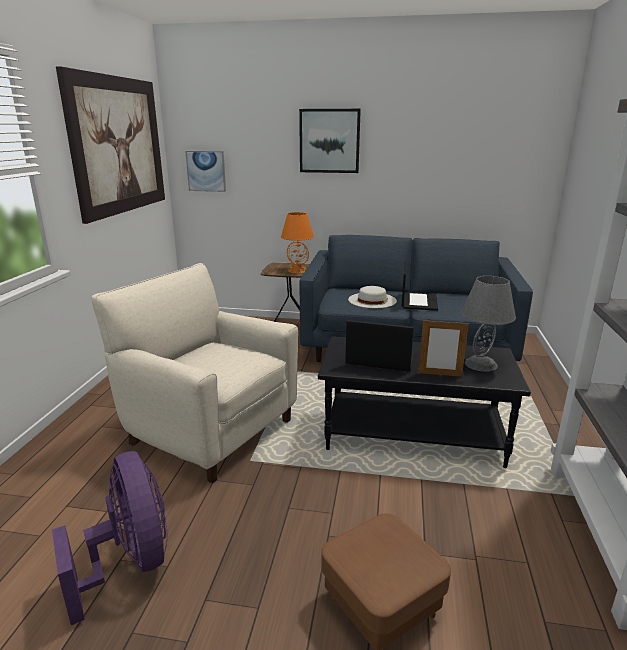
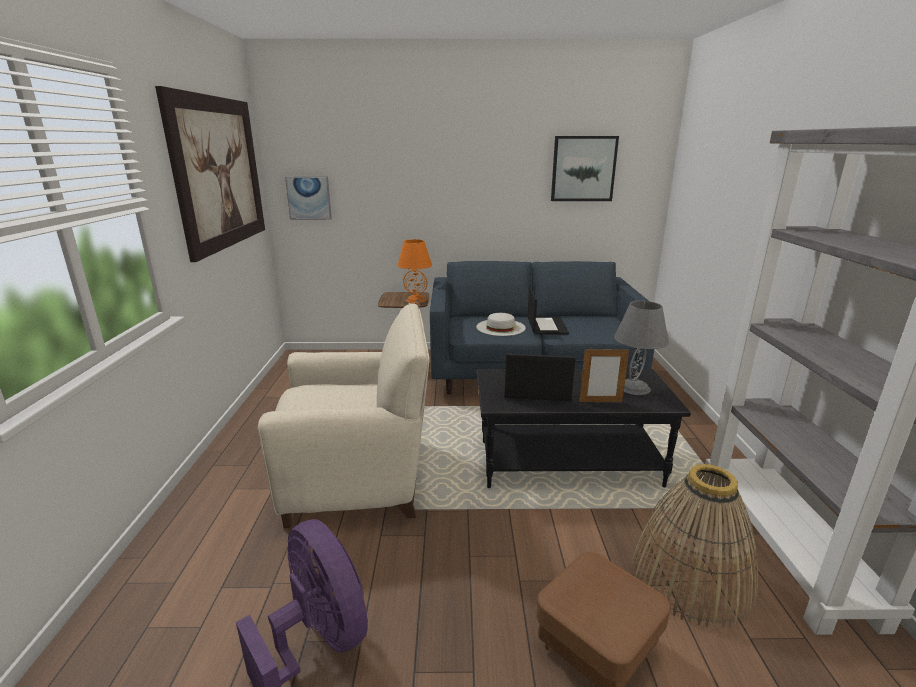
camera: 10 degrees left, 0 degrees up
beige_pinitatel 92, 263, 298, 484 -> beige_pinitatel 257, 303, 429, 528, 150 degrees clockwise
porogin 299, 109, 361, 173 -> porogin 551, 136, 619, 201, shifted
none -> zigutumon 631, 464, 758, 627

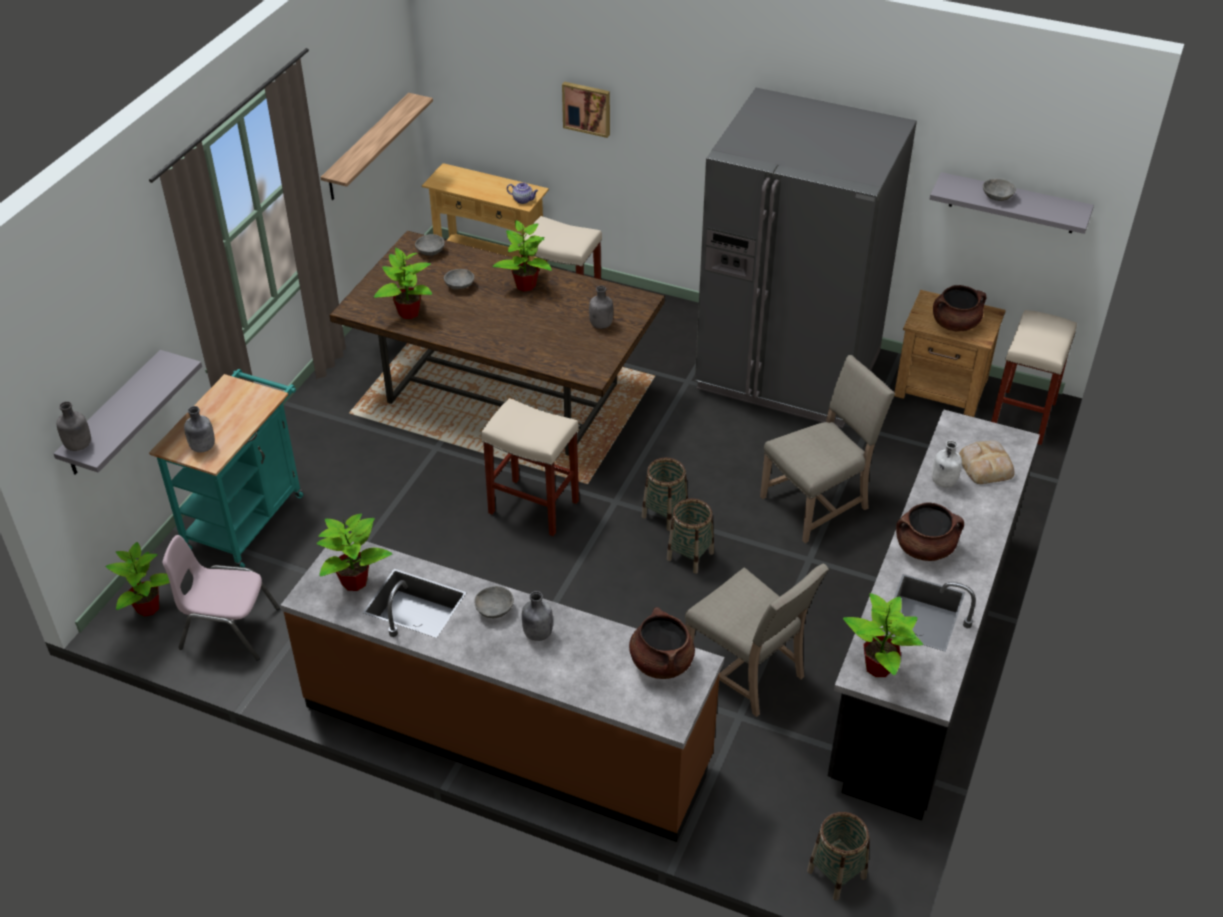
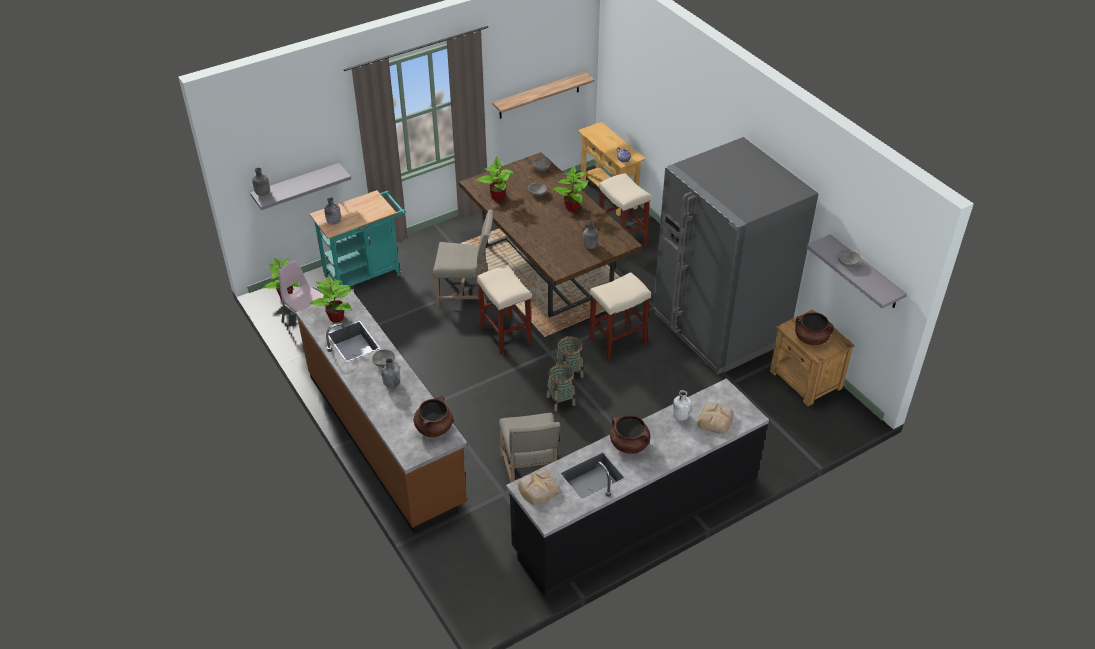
camera: 35 degrees right, 0 degrees up
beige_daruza 760, 355, 895, 543 -> beige_daruza 433, 209, 494, 306, shifted
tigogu 843, 593, 923, 677 -> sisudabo 518, 470, 561, 505
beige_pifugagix 991, 310, 1077, 445 -> beige_pifugagix 589, 272, 651, 360, shifted
porogin 562, 82, 610, 138 -> none
zigutumon 807, 812, 870, 901 -> none

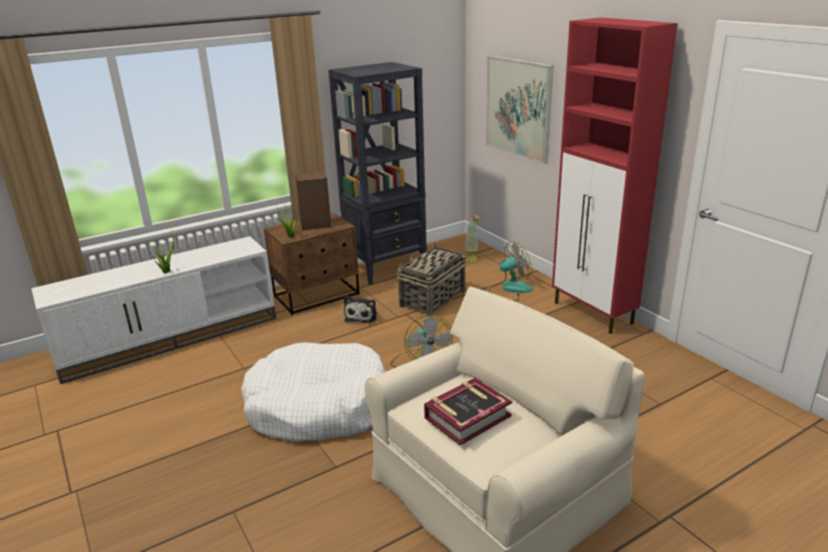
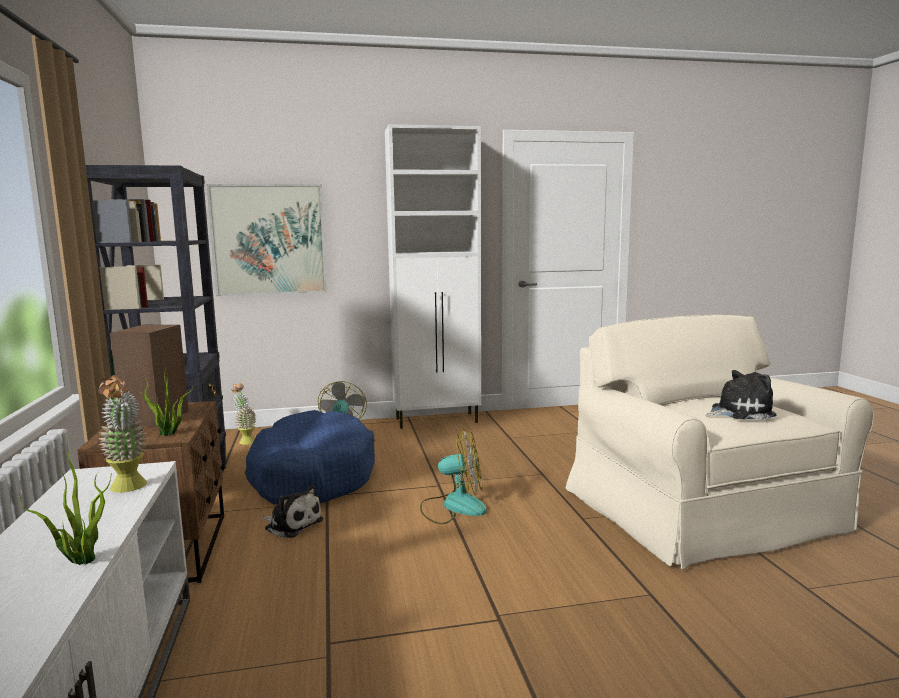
camera: 70 degrees left, 15 degrees down
none -> tigogu 98, 375, 147, 493
zigutumon 397, 243, 467, 317 -> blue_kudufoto 245, 410, 375, 505
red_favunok 552, 18, 678, 334 -> white_favunok 385, 124, 481, 429
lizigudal 424, 378, 512, 445 -> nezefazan 705, 370, 777, 420
white_kudufoto 241, 342, 385, 442 -> none

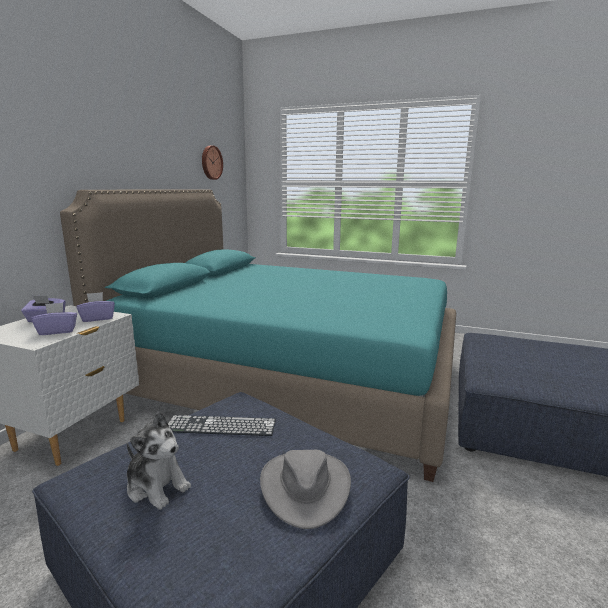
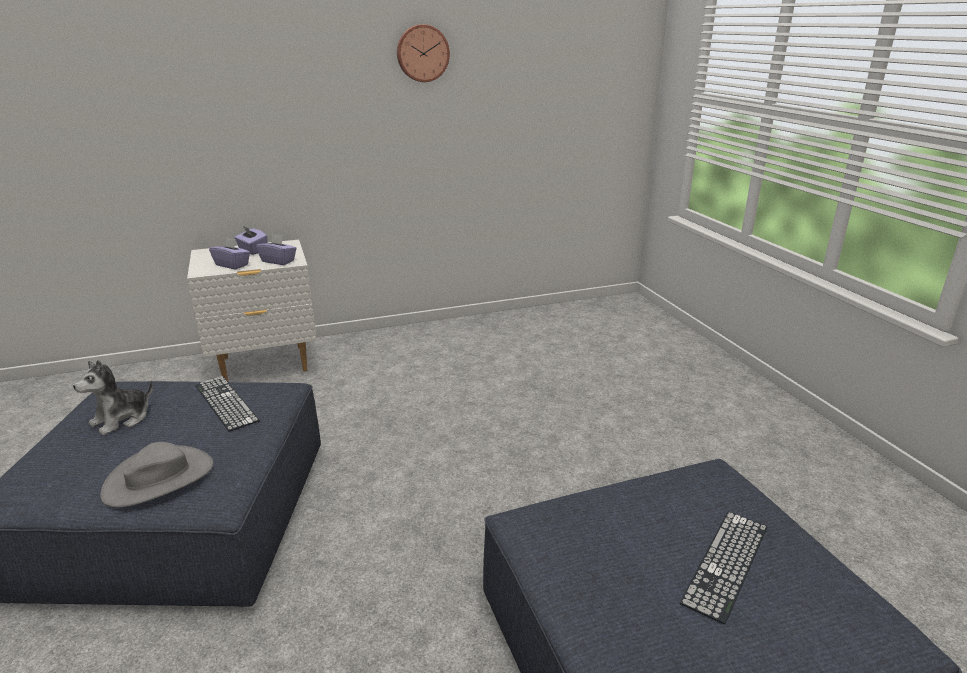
camera: 50 degrees right, 10 degrees up
nezefazan 127, 412, 191, 510 -> nezefazan 73, 360, 153, 435, 45 degrees clockwise
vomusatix 202, 146, 223, 180 -> vomusatix 397, 24, 450, 82, shifted
none -> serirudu 680, 512, 767, 624
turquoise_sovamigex 60, 189, 456, 482 -> none

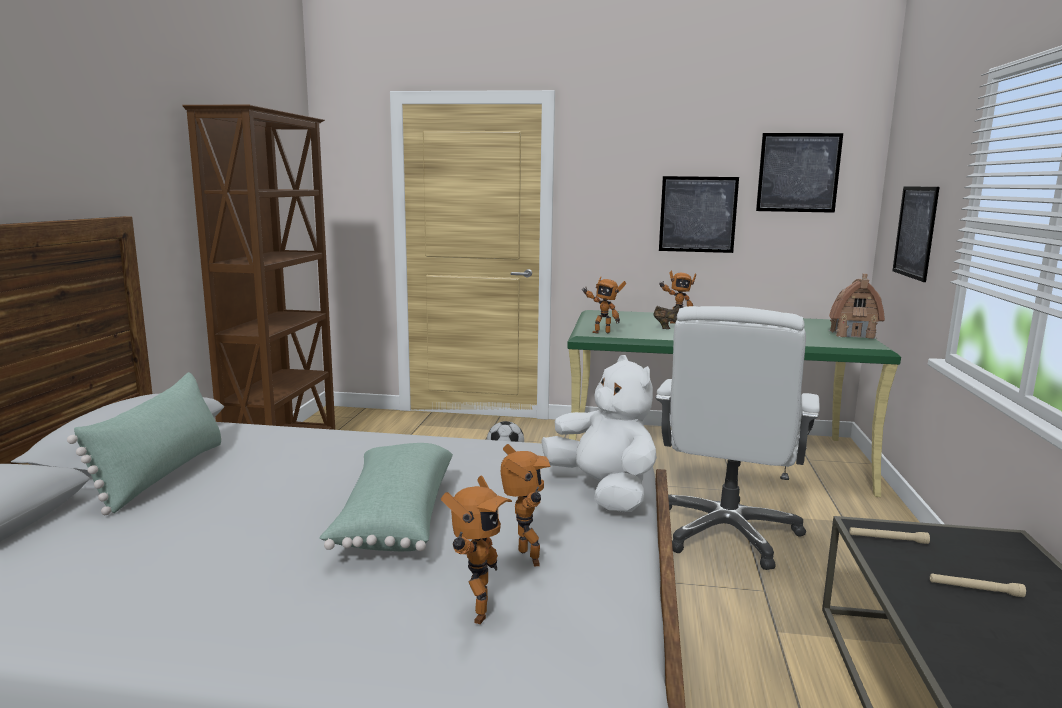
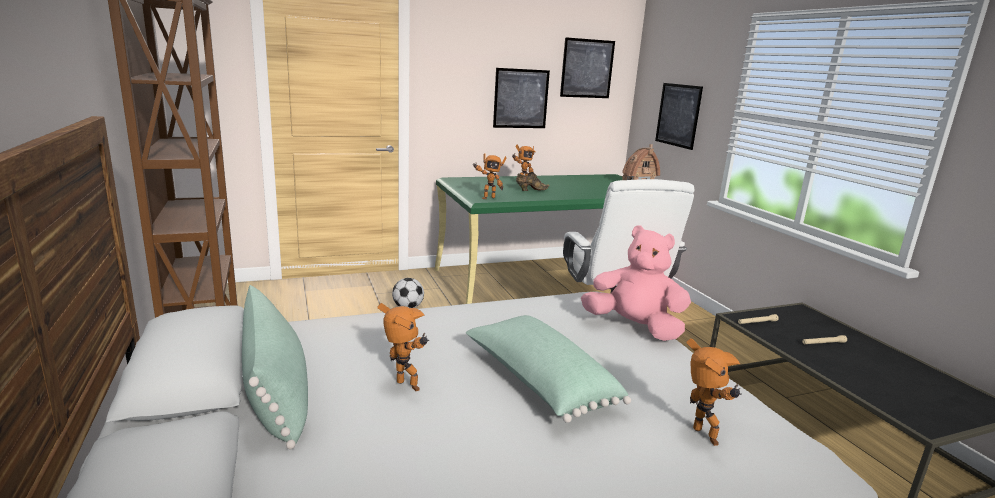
camera: 30 degrees left, 5 degrees up
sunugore 501, 444, 550, 567 -> sunugore 377, 303, 429, 391, shifted
white_nezefazan 541, 355, 657, 512 -> pink_nezefazan 581, 226, 691, 341

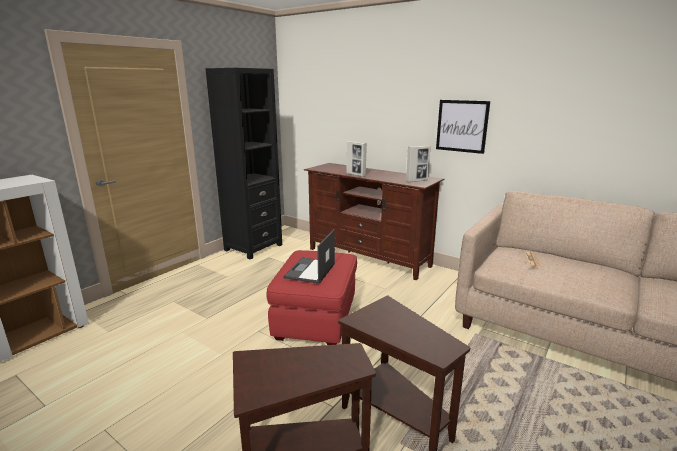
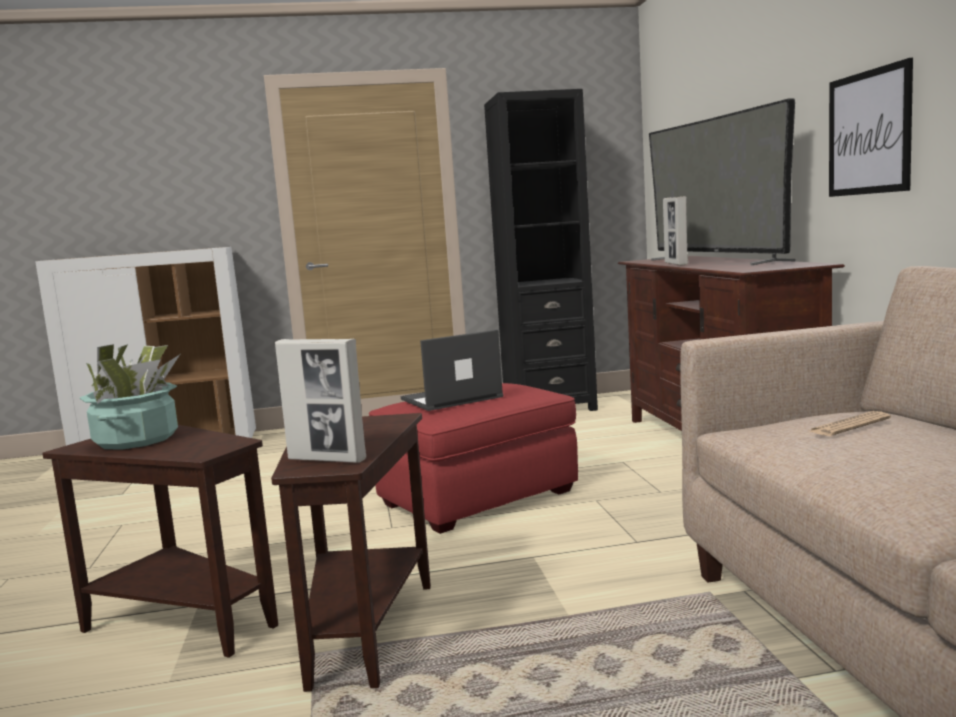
camera: 45 degrees right, 10 degrees down
none -> tigogu 80, 344, 180, 450
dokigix 406, 146, 431, 182 -> dokigix 275, 339, 366, 463, shifted
none -> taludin 649, 98, 795, 265

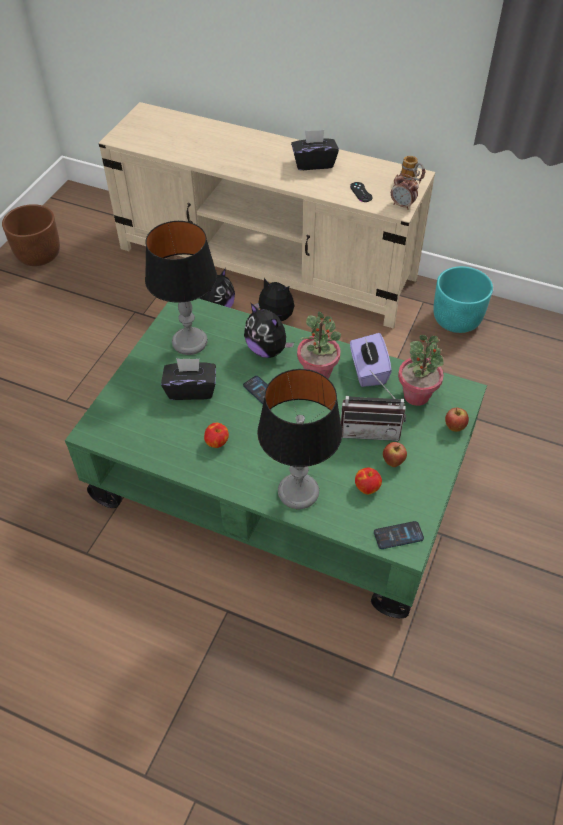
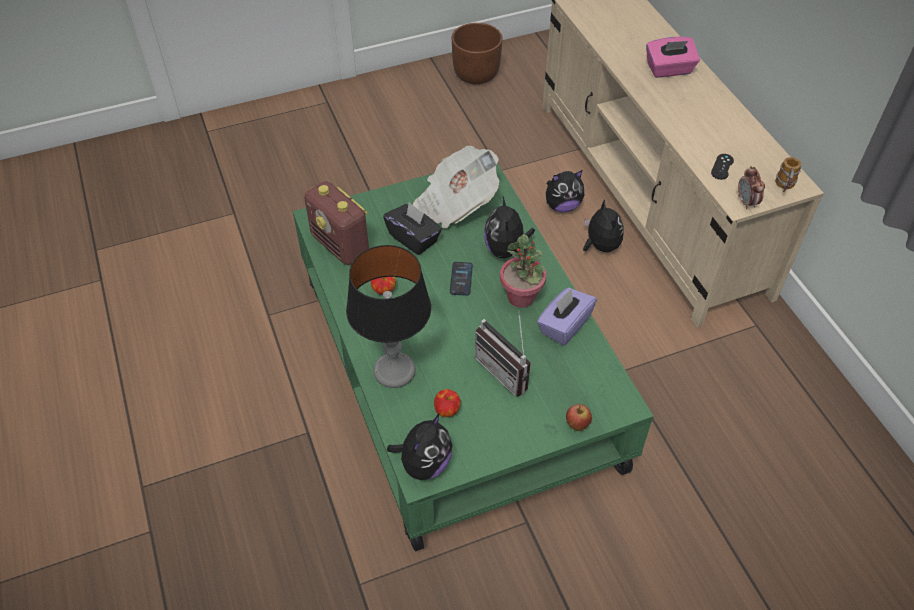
camera: 45 degrees right, 0 degrees up
none -> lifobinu 304, 181, 369, 265
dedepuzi 374, 521, 424, 549 -> nezefazan 387, 413, 452, 480
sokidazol 145, 221, 217, 355 -> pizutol 413, 145, 499, 229
none -> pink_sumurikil 646, 37, 700, 78
black_sumurikil 291, 130, 339, 170 -> none
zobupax 383, 442, 407, 467 -> none
tigogu 398, 335, 444, 406 -> none
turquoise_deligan 434, 266, 493, 333 -> none

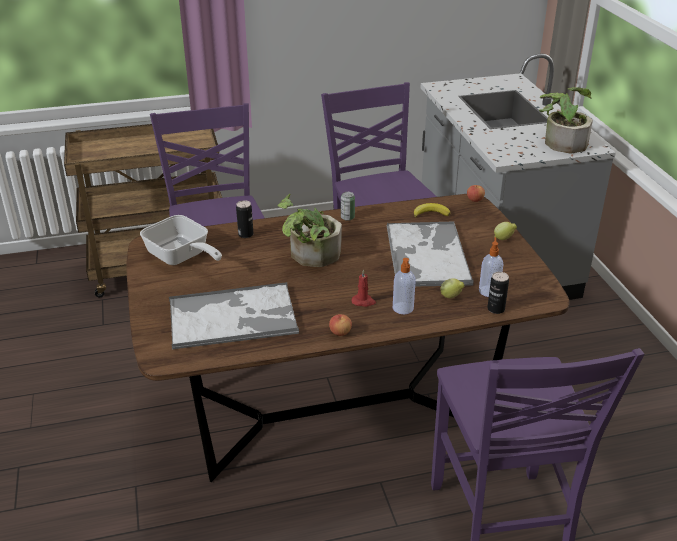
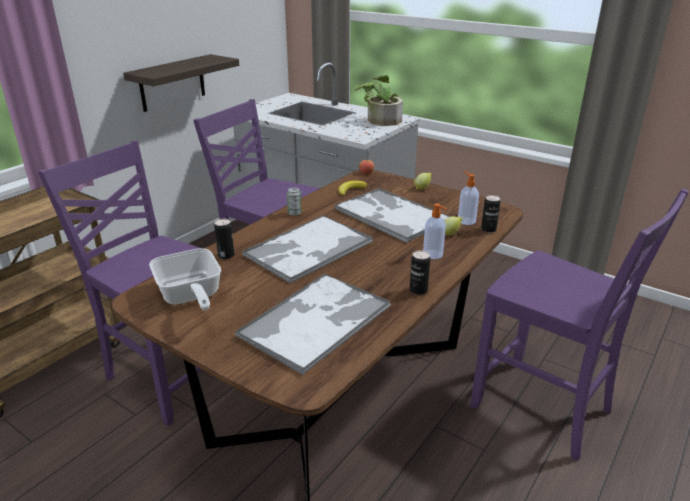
camera: 40 degrees left, 5 degrees down
none -> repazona 123, 54, 239, 112
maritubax 140, 215, 222, 265 -> maritubax 149, 248, 221, 310, 60 degrees clockwise
tigogu 277, 194, 342, 267 -> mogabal 243, 215, 373, 284
zobupax 329, 314, 352, 336 -> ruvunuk 410, 250, 430, 295
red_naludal 352, 269, 376, 307 -> none

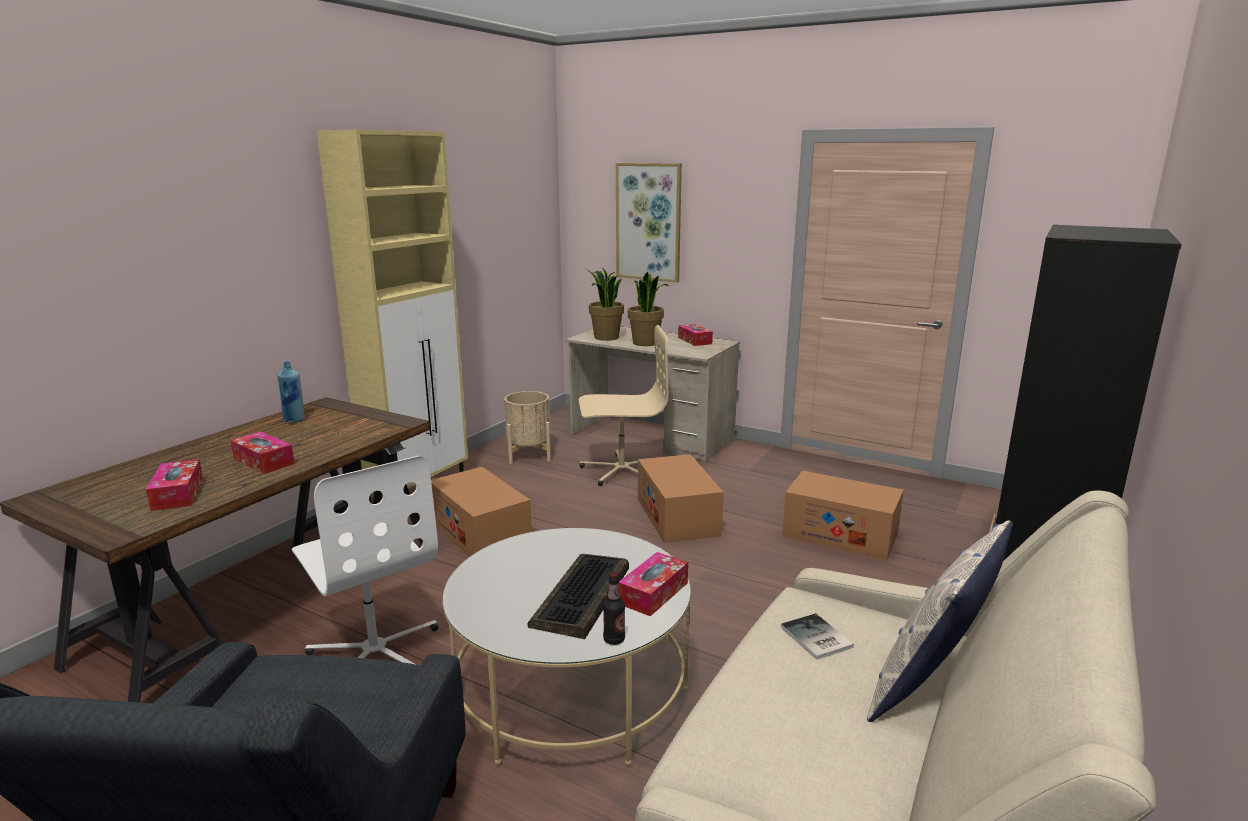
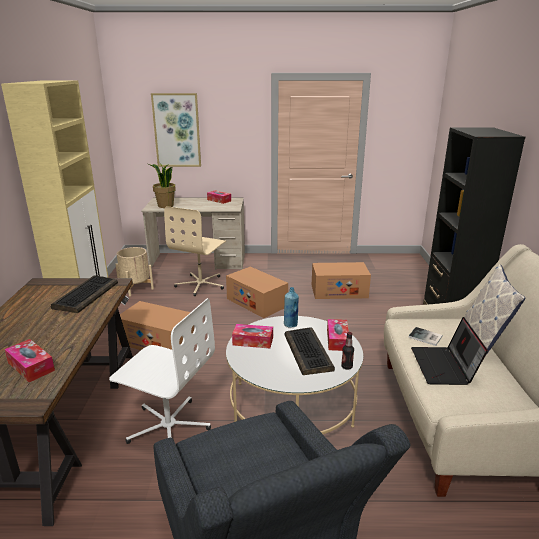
camera: 30 degrees left, 5 degrees up
none -> serirudu 51, 275, 118, 313
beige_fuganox 579, 325, 668, 486 -> beige_fuganox 164, 206, 226, 296, 150 degrees clockwise
sumurikil 230, 432, 295, 474 -> sumurikil 232, 324, 273, 348, shifted
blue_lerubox 277, 362, 305, 422 -> blue_lerubox 284, 287, 299, 328, shifted
none -> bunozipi 411, 317, 488, 385
tigogu 628, 272, 669, 346 -> none

